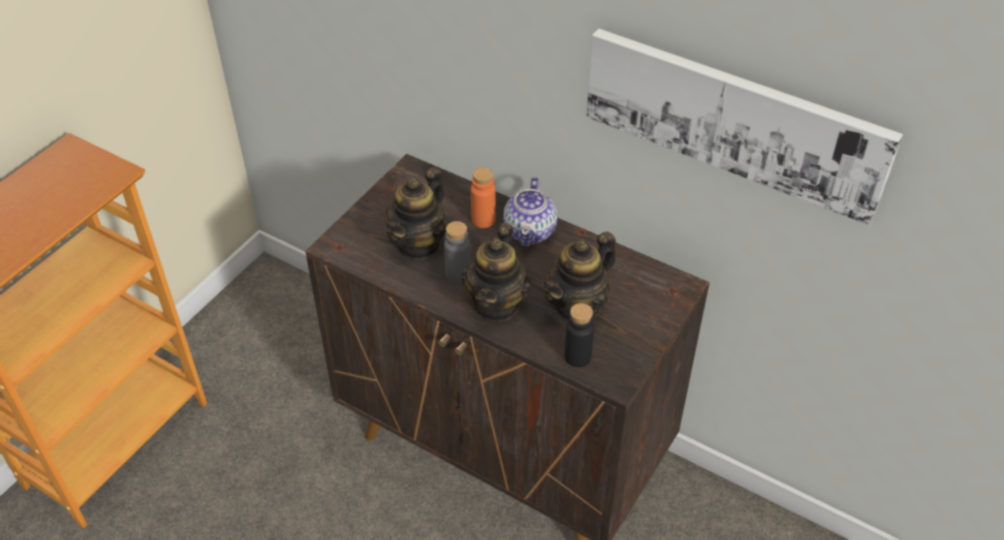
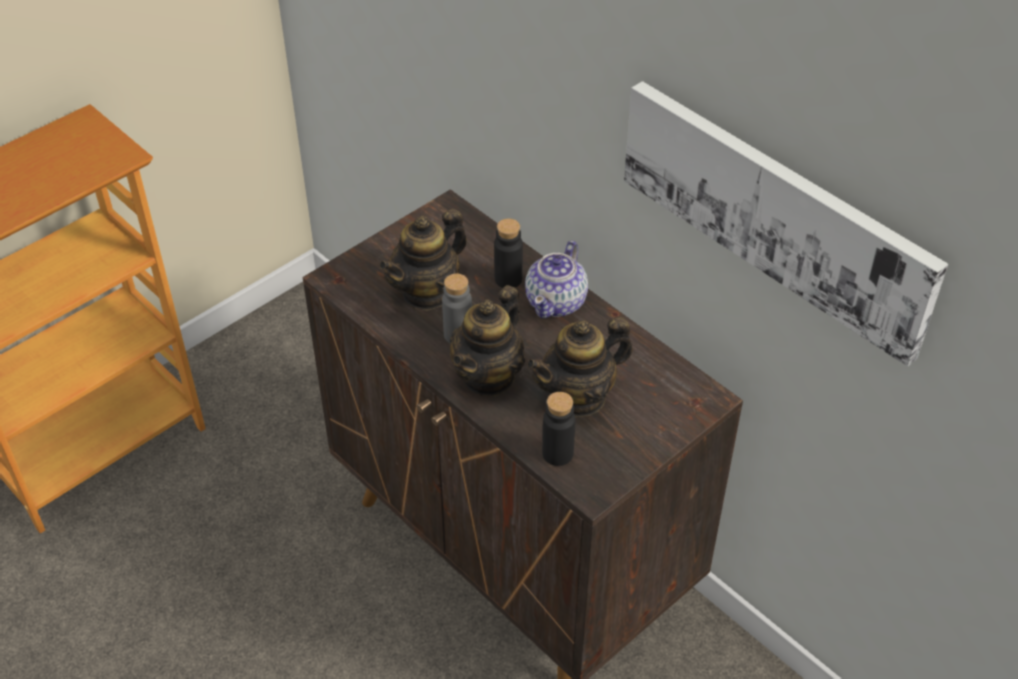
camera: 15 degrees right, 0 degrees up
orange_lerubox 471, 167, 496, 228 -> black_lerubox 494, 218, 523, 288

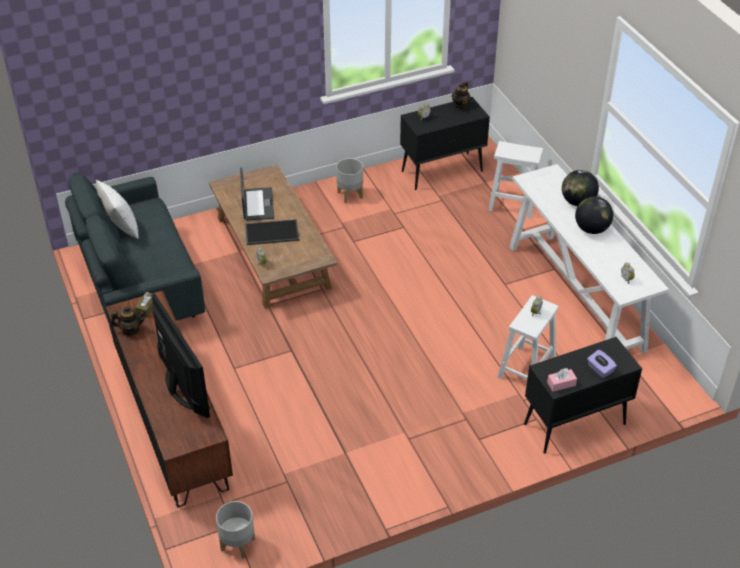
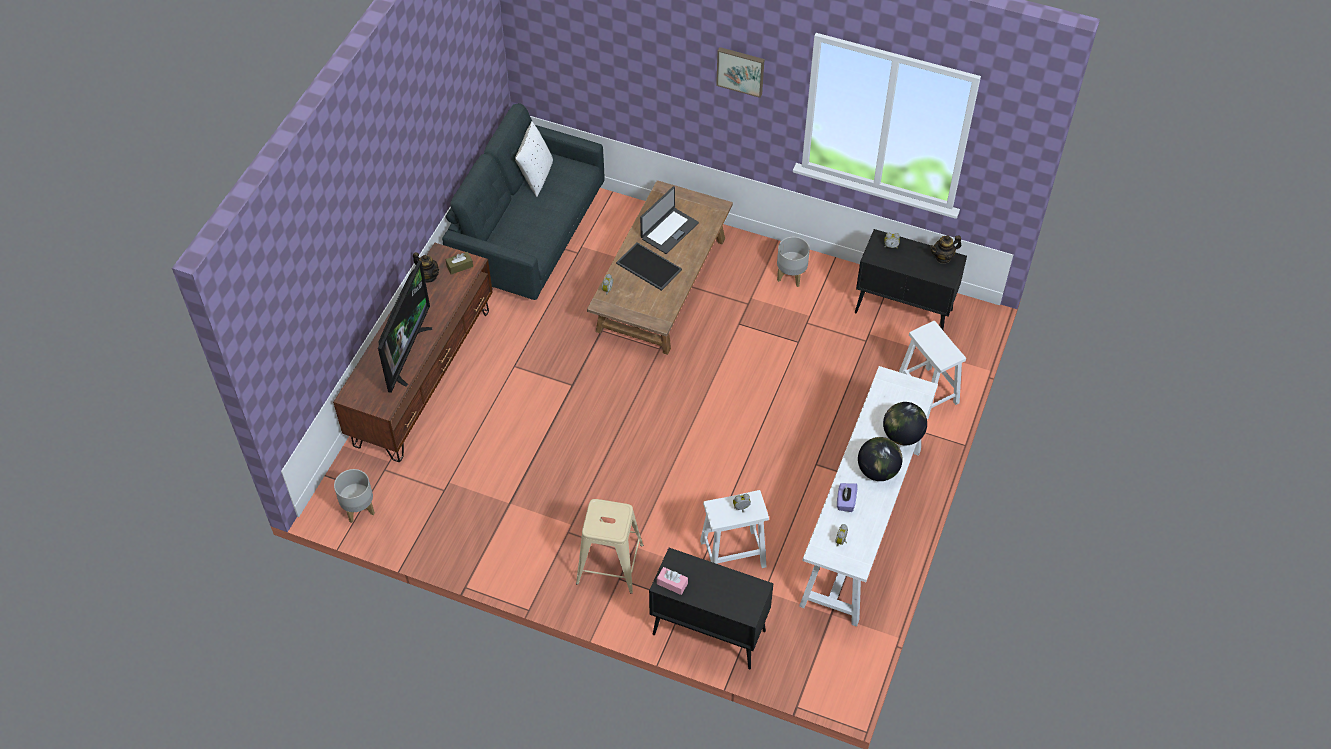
camera: 45 degrees right, 10 degrees up
none -> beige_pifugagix 576, 499, 643, 594
none -> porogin 716, 47, 764, 98
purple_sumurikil 587, 350, 617, 378 -> purple_sumurikil 837, 483, 858, 512, shifted

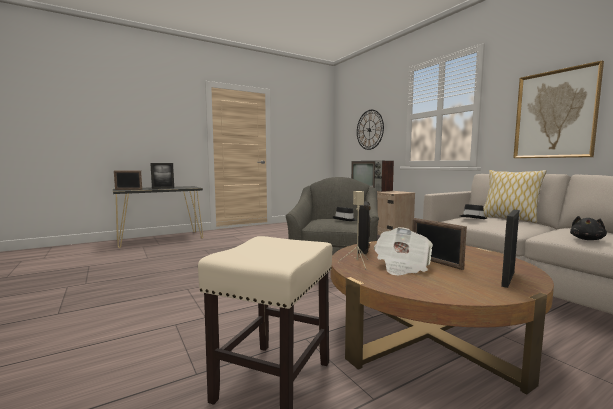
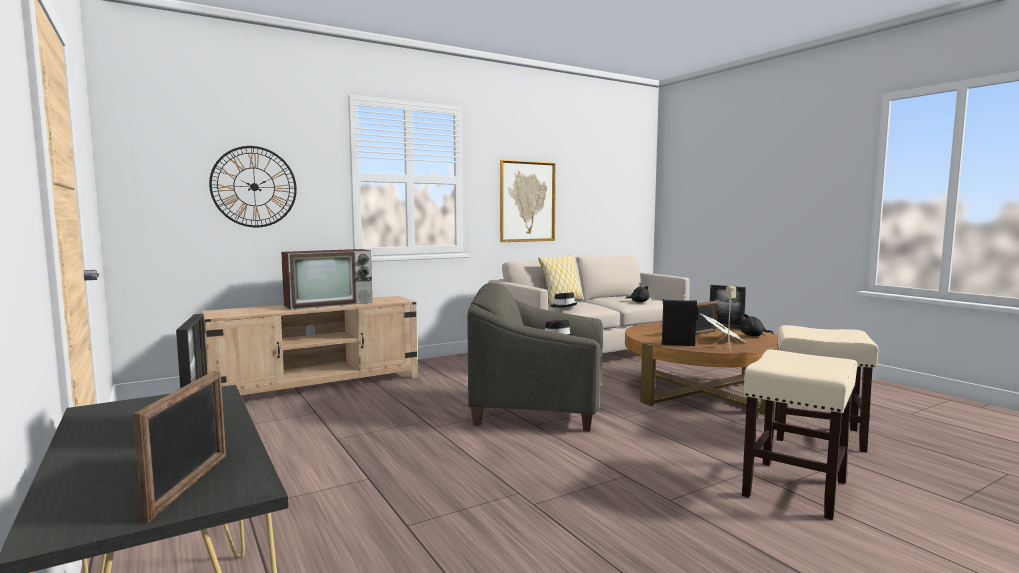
camera: 90 degrees left, 0 degrees up
none -> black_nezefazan 740, 314, 773, 336
none -> beige_pifugagix 742, 349, 857, 520

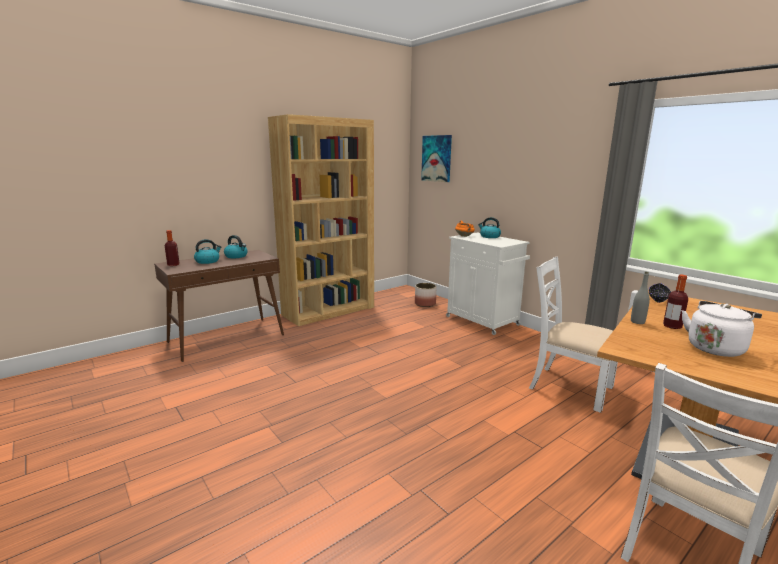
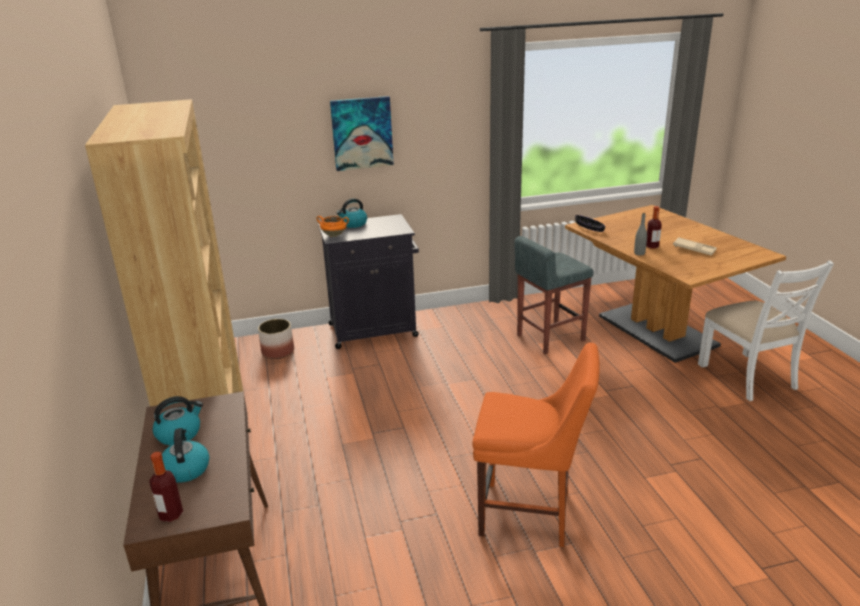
camera: 65 degrees left, 10 degrees up
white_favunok 446, 232, 530, 335 -> black_favunok 318, 214, 419, 349
porogin 421, 135, 452, 182 -> porogin 330, 96, 394, 171, shifted
none -> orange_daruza 472, 342, 600, 547
white_daruza 529, 256, 618, 413 -> grey_pifugagix 514, 236, 594, 354
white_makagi 682, 301, 762, 357 -> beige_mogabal 673, 237, 717, 256

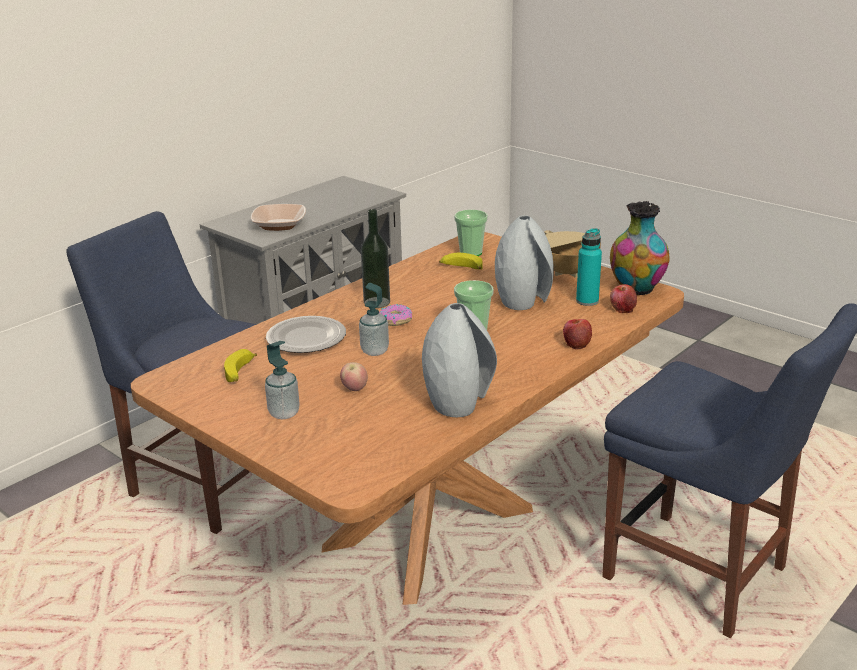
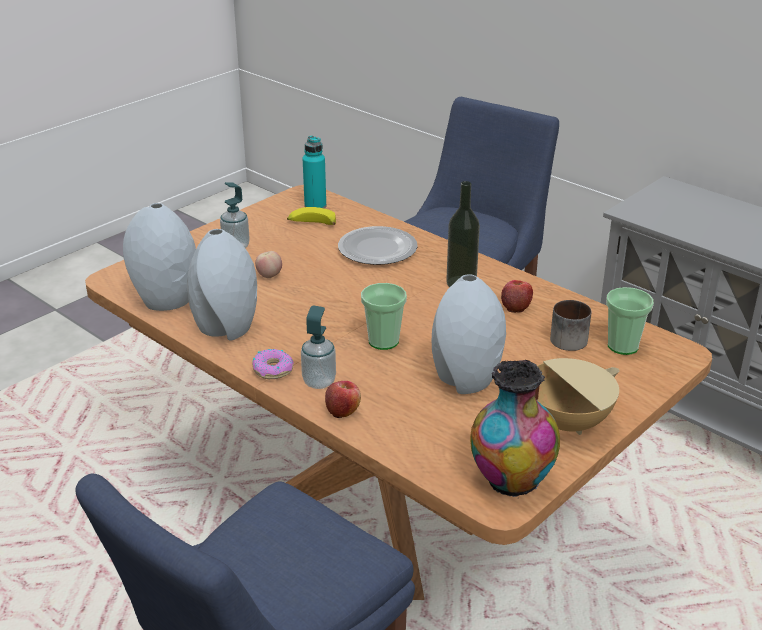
camera: 90 degrees right, 5 degrees up
none -> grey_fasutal 123, 203, 196, 311
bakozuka 379, 304, 412, 326 -> bakozuka 252, 349, 294, 379, shifted
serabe 359, 283, 389, 356 -> serabe 301, 305, 336, 389, shifted
turquoise_lerubox 576, 228, 602, 306 -> turquoise_lerubox 302, 136, 326, 209, shifted
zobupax 610, 284, 637, 313 -> zobupax 501, 280, 533, 313, shifted
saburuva 439, 253, 482, 270 -> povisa 550, 300, 591, 351
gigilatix 251, 204, 306, 231 -> none

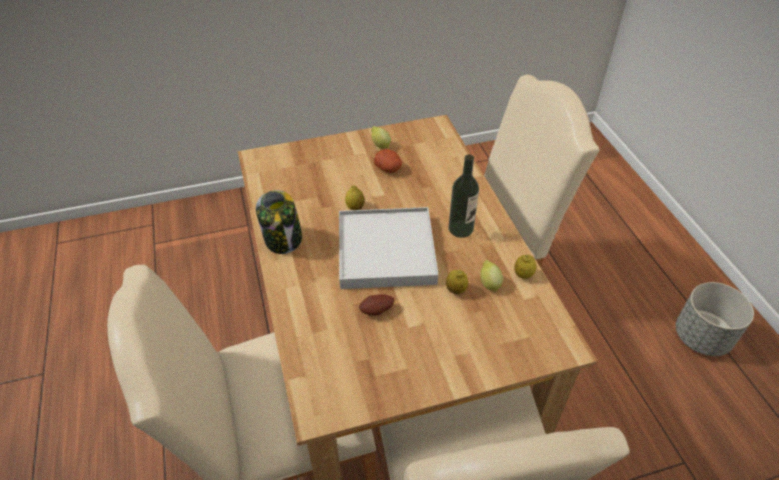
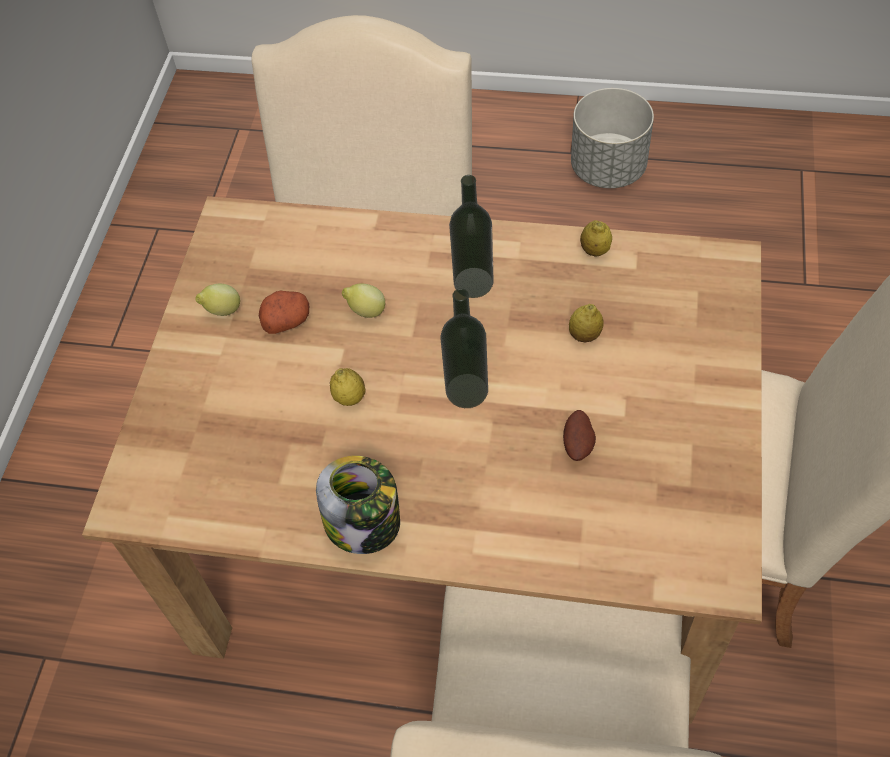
camera: 60 degrees left, 10 degrees up
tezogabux 480, 260, 503, 291 -> tezogabux 342, 283, 385, 318, shifted
white_mogabal 339, 207, 438, 289 -> lerubox 441, 289, 488, 408

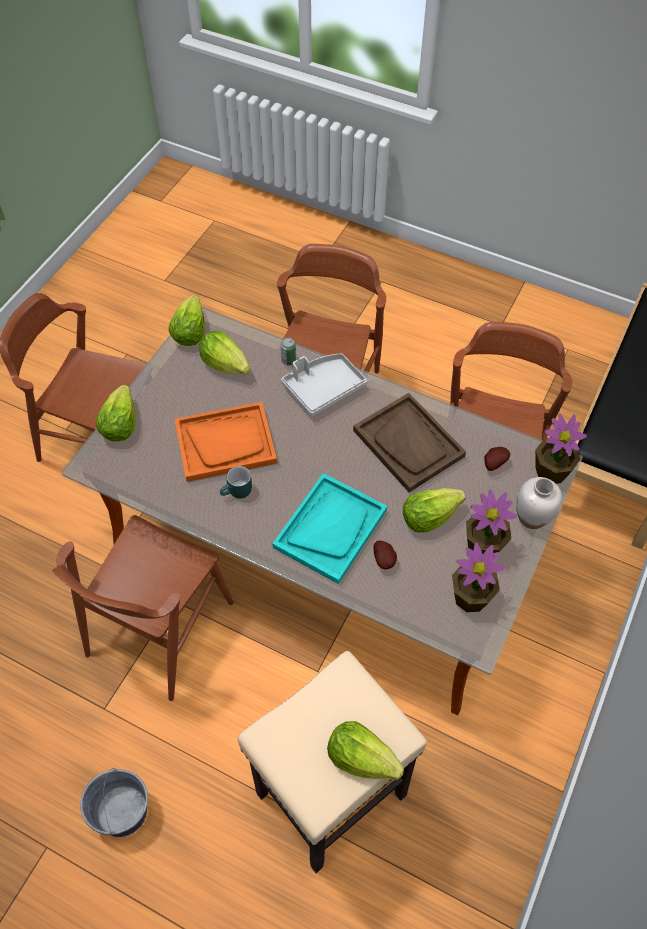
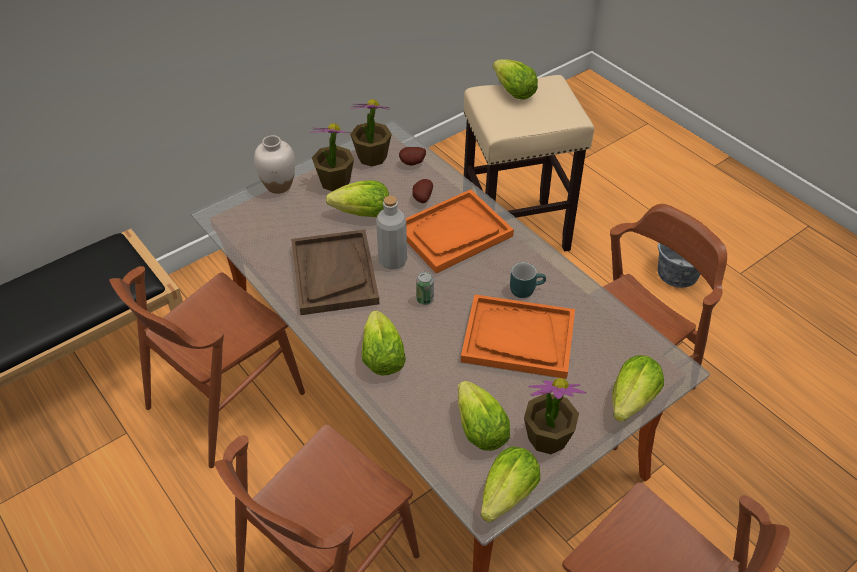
camera: 155 degrees left, 10 degrees down
grey_mogabal 281, 353, 367, 416 -> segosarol 362, 310, 406, 375
none -> grey_lerubox 376, 196, 407, 269
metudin 484, 447, 510, 471 -> metudin 399, 147, 426, 166, shifted
turquoise_mogabal 272, 473, 387, 584 -> orange_mogabal 406, 189, 514, 274
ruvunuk 281, 337, 296, 365 -> ruvunuk 416, 272, 434, 305, shifted
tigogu 535, 414, 587, 484 -> tigogu 524, 378, 586, 454, shifted

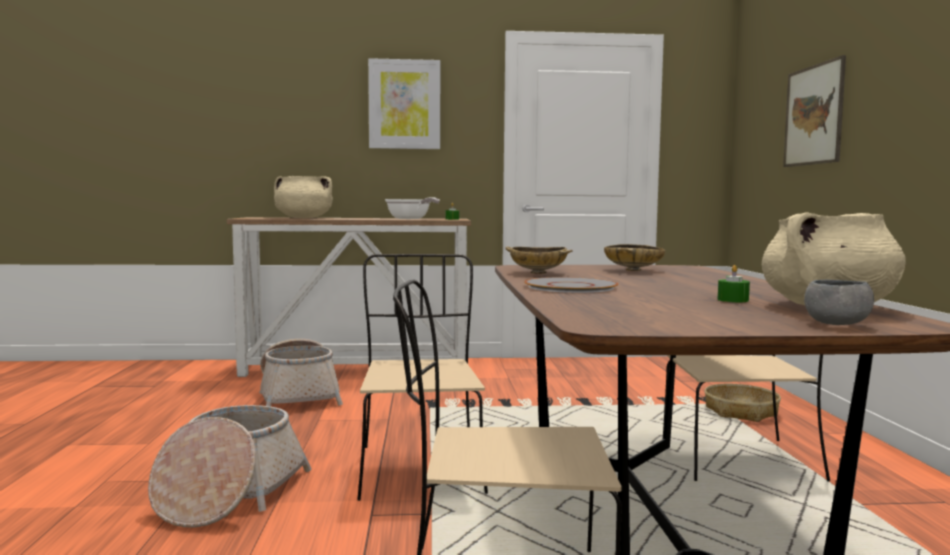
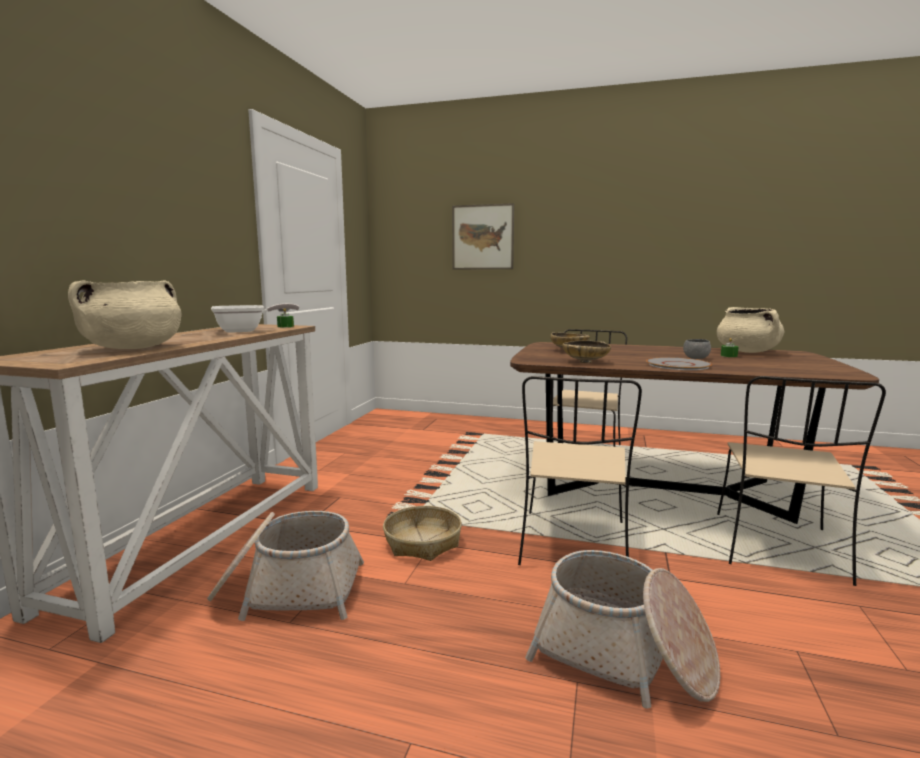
camera: 70 degrees left, 5 degrees up
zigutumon 704, 384, 781, 422 -> zigutumon 383, 506, 462, 561, shifted
beige_daruza 357, 254, 488, 501 -> beige_daruza 518, 376, 642, 565, 90 degrees counterclockwise
grey_gigilatix 804, 280, 874, 325 -> grey_gigilatix 683, 339, 711, 359, shifted
porogin 368, 58, 440, 149 -> none

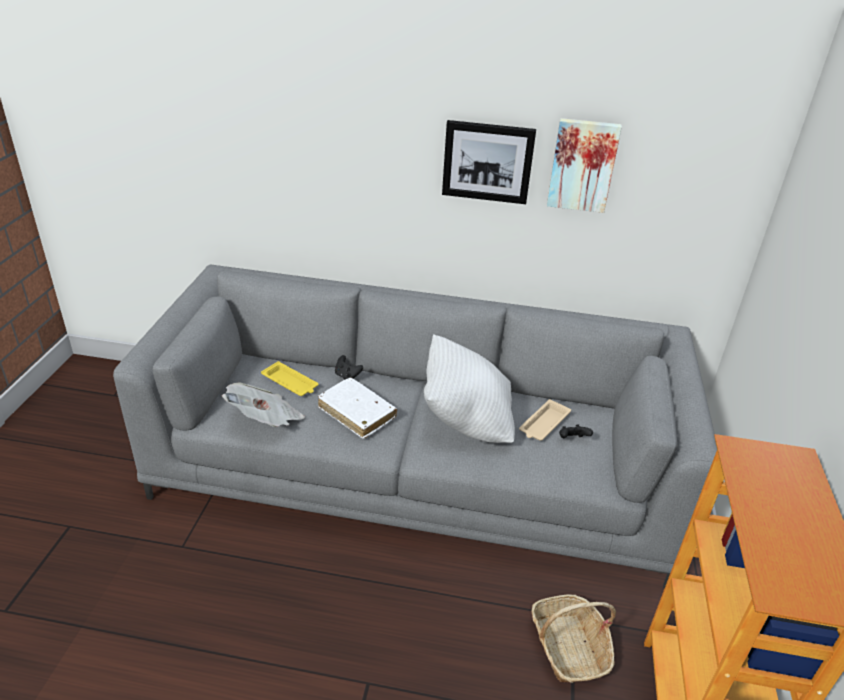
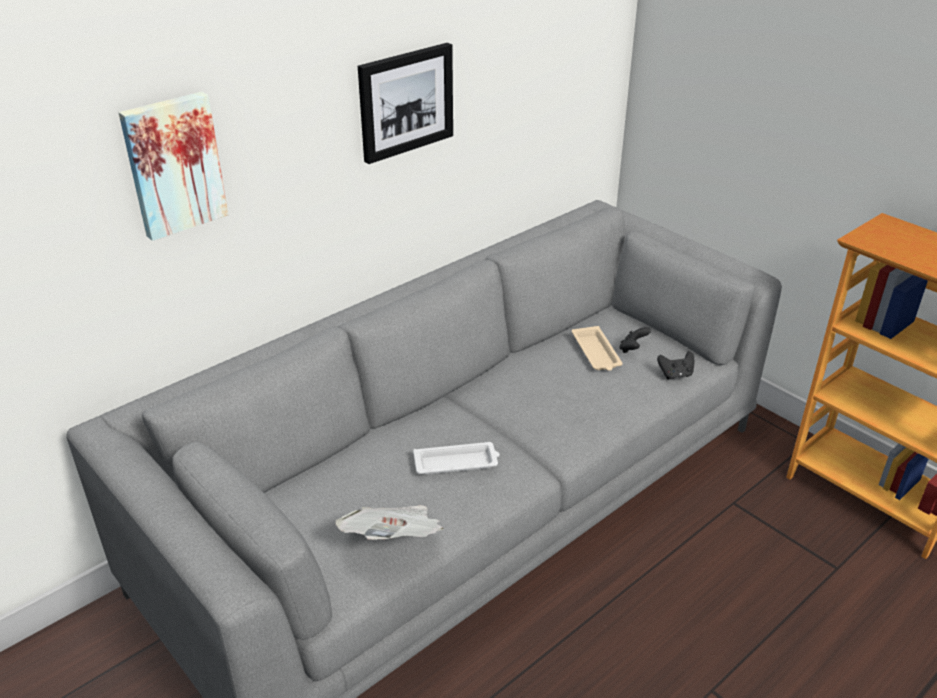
camera: 50 degrees left, 0 degrees up
porogin 547, 118, 622, 213 -> porogin 119, 92, 228, 241, shifted
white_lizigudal 318, 378, 397, 439 -> white_mogabal 413, 442, 500, 474
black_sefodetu 335, 355, 363, 379 -> black_sefodetu 657, 351, 694, 379, shifted
yellow_mogabal 261, 361, 318, 396 -> none
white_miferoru 424, 334, 515, 443 -> none
zigutumon 531, 594, 616, 683 -> none

